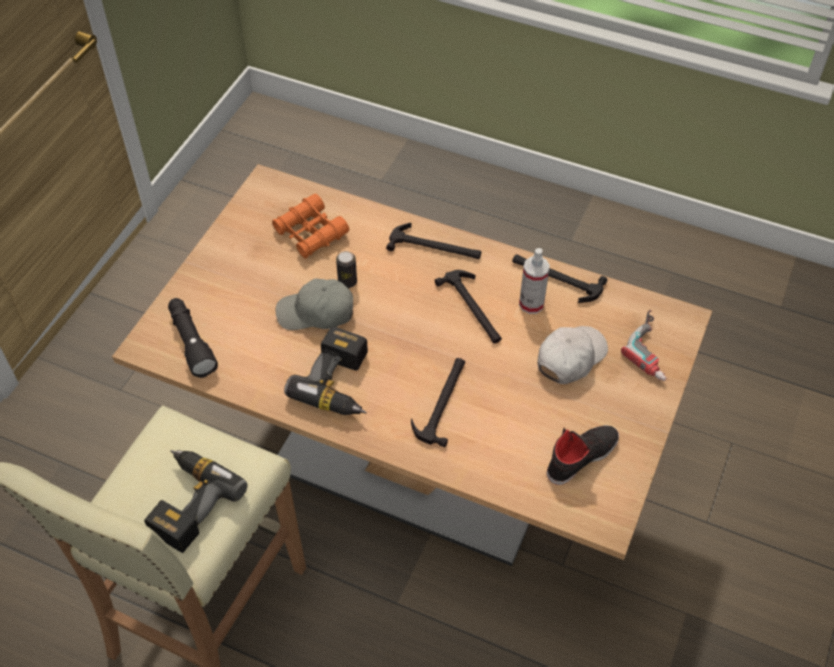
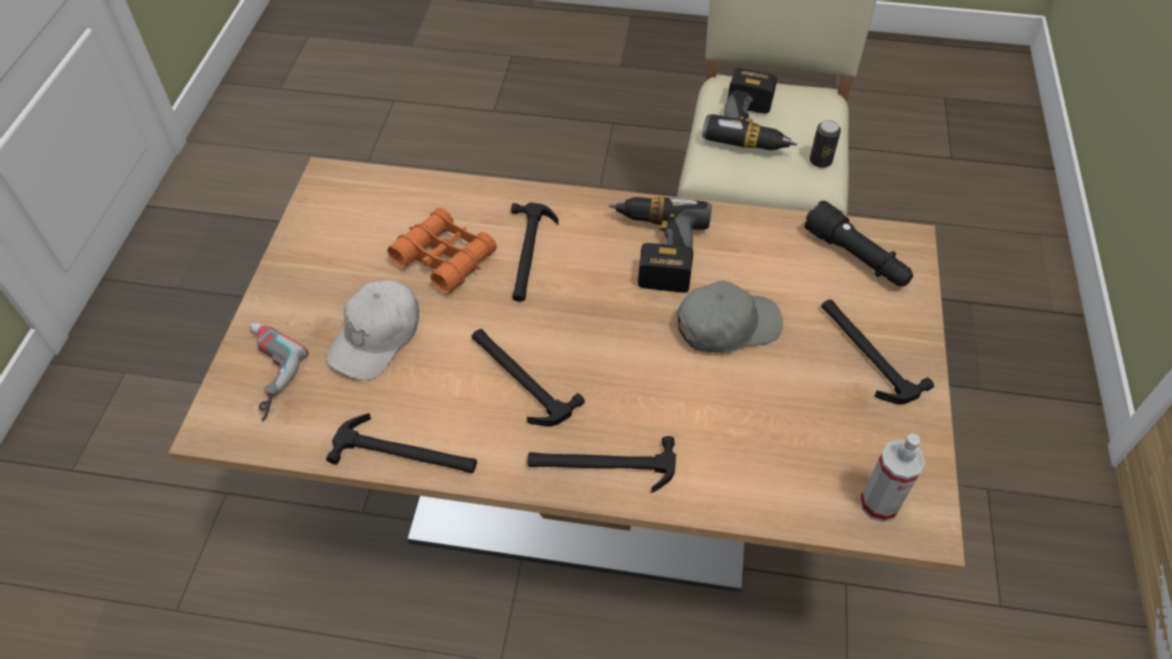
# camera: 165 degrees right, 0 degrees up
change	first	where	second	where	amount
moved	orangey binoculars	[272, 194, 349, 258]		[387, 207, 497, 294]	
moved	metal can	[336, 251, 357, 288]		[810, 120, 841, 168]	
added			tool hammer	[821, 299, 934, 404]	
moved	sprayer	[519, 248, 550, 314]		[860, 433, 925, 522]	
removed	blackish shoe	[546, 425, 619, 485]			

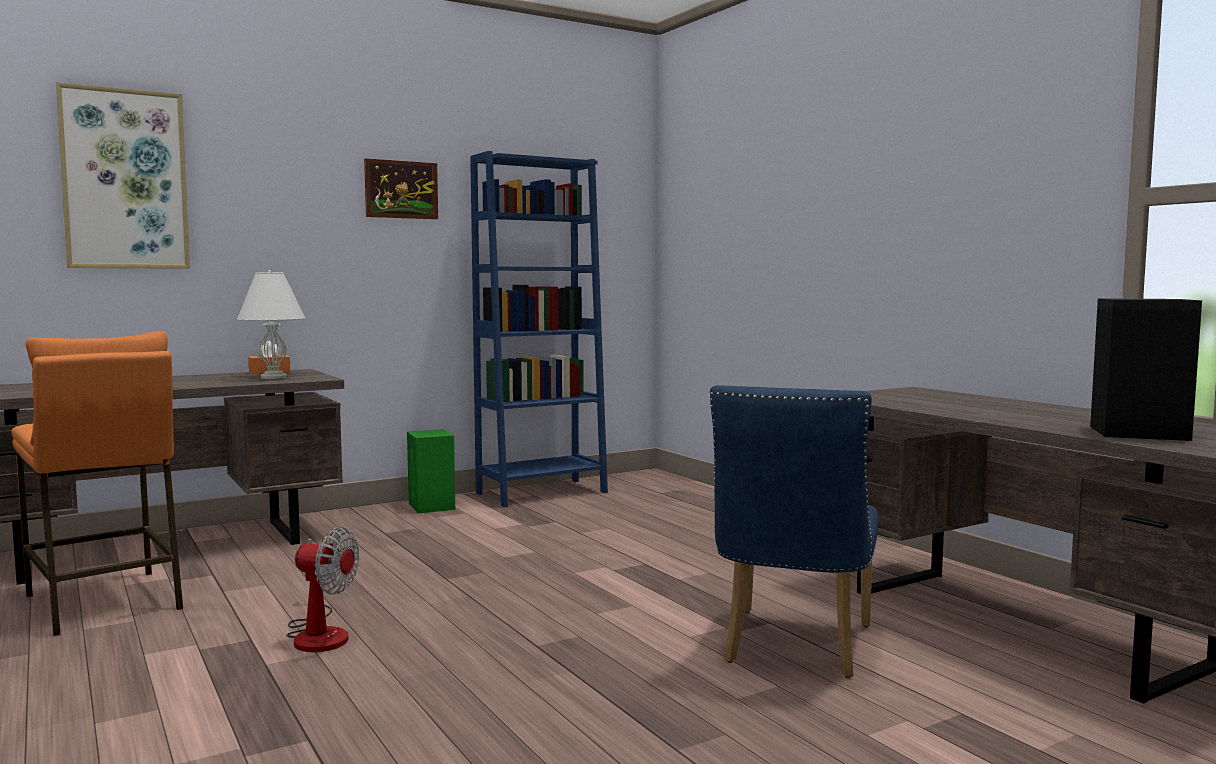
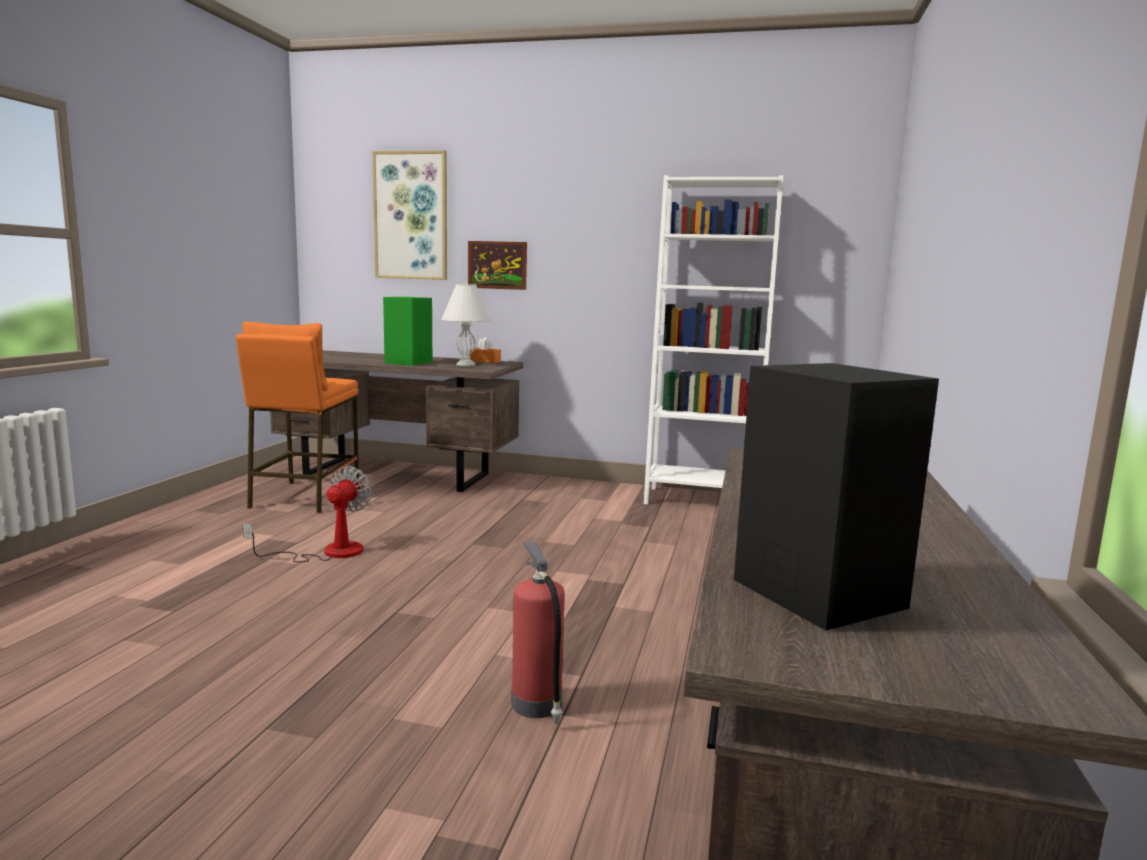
# camera: 45 degrees right, 5 degrees up
change	first	where	second	where	amount
turned	electric fan	[286, 527, 359, 652]		[242, 466, 372, 563]	135 degrees counterclockwise
moved	greenish audio speaker	[407, 429, 455, 514]		[383, 297, 432, 366]	
moved	wall picture	[364, 158, 438, 219]		[468, 241, 527, 290]	
replaced	bluish upright chair	[710, 385, 879, 678]	fire-fighting cylinder	[511, 541, 565, 725]	
recoloured	bluish shelving unit	[470, 151, 608, 507]	whitish shelving unit	[644, 175, 784, 504]	

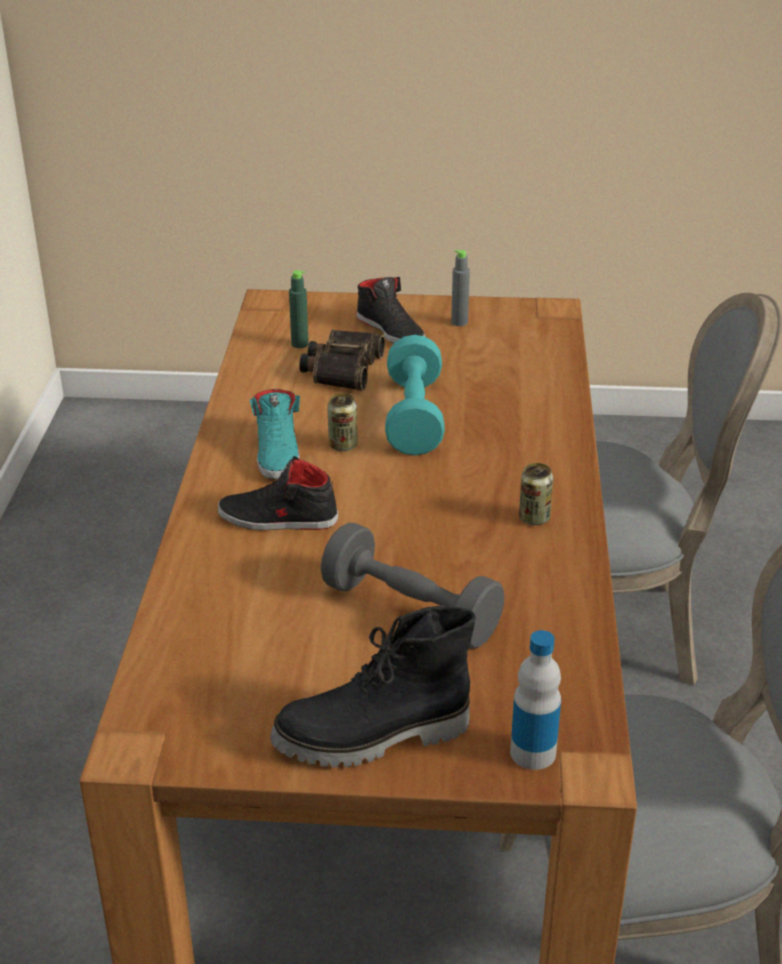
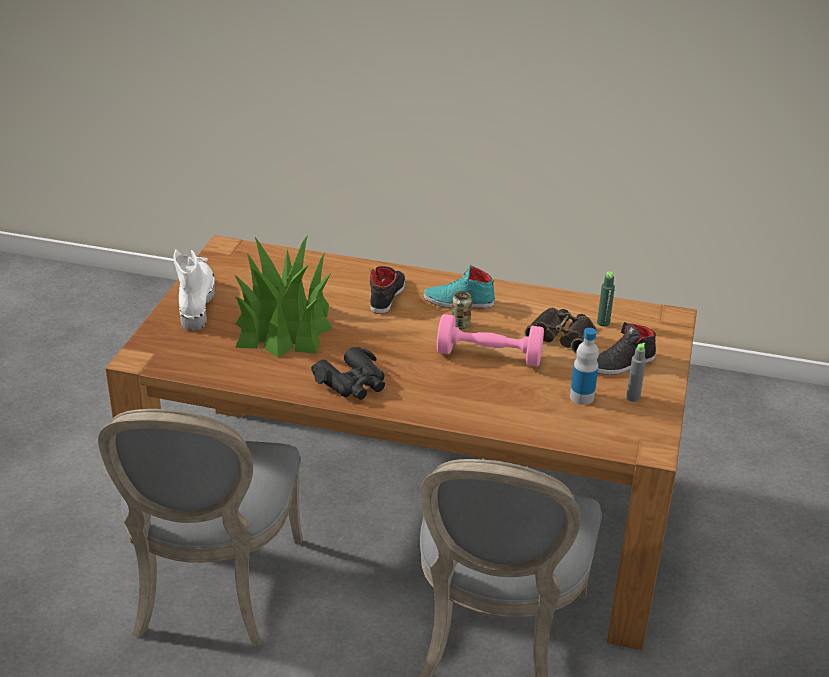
# camera: 100 degrees right, 0 degrees up
change	first	where	second	where	amount
recoloured	blackish boot	[270, 606, 476, 767]	whitish boot	[174, 249, 215, 331]	
replaced	gray dumbbell	[321, 523, 505, 649]	plant in a pot	[234, 235, 333, 358]	
replaced	metal can	[519, 463, 553, 525]	blackish binoculars	[311, 347, 385, 400]	
recoloured	blue-green dumbbell	[385, 335, 445, 455]	pink dumbbell	[437, 314, 544, 366]	
moved	bottle	[510, 630, 561, 770]		[570, 328, 599, 405]	

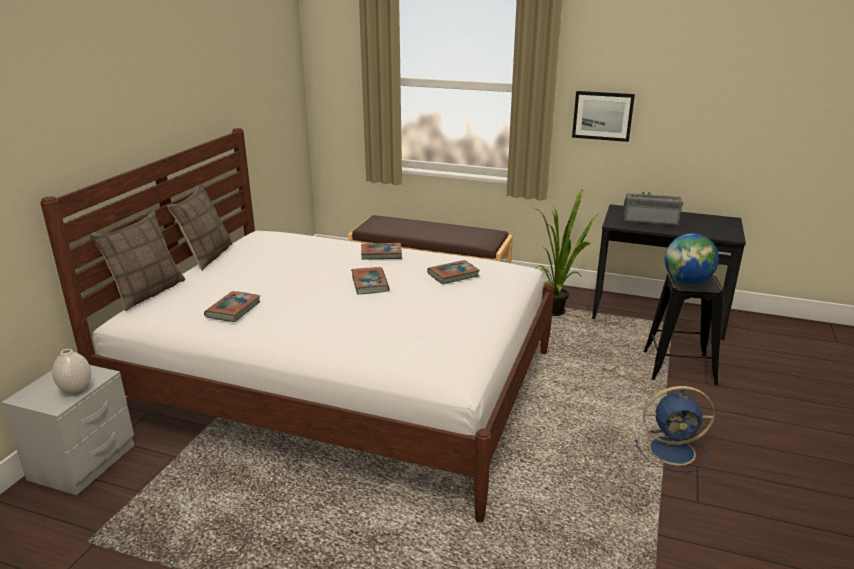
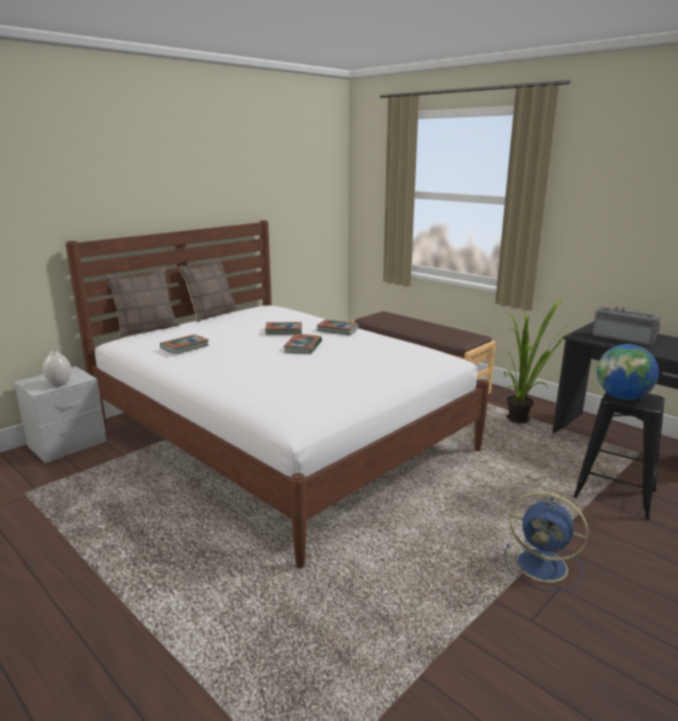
# camera: 25 degrees right, 5 degrees down
change	first	where	second	where	amount
moved	bound book	[427, 260, 480, 284]		[265, 322, 302, 335]	
removed	wall picture	[572, 91, 635, 142]			

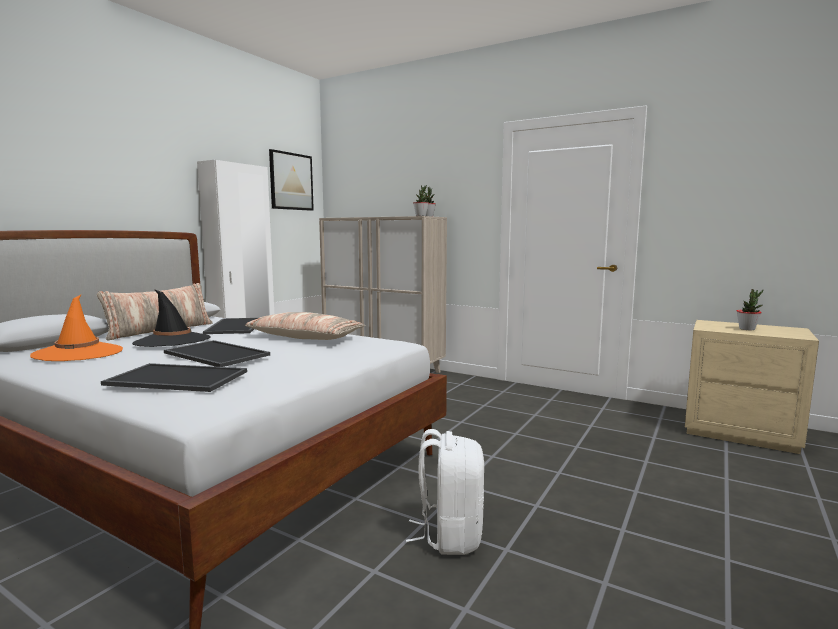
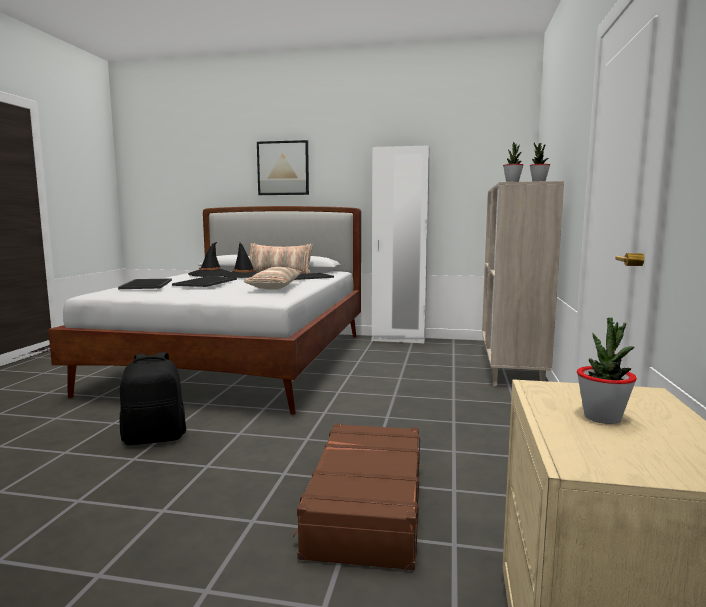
# camera: 70 degrees right, 0 degrees up
change	first	where	second	where	amount
recoloured	whitish backpack	[406, 429, 484, 555]	blackish backpack	[120, 352, 186, 445]	
recoloured	orangey clothing hat	[30, 295, 123, 361]	blackish clothing hat	[188, 242, 229, 277]	
moved	wall picture	[269, 149, 314, 211]		[257, 140, 309, 195]	
added			brown-coloured travel case	[293, 423, 420, 571]	

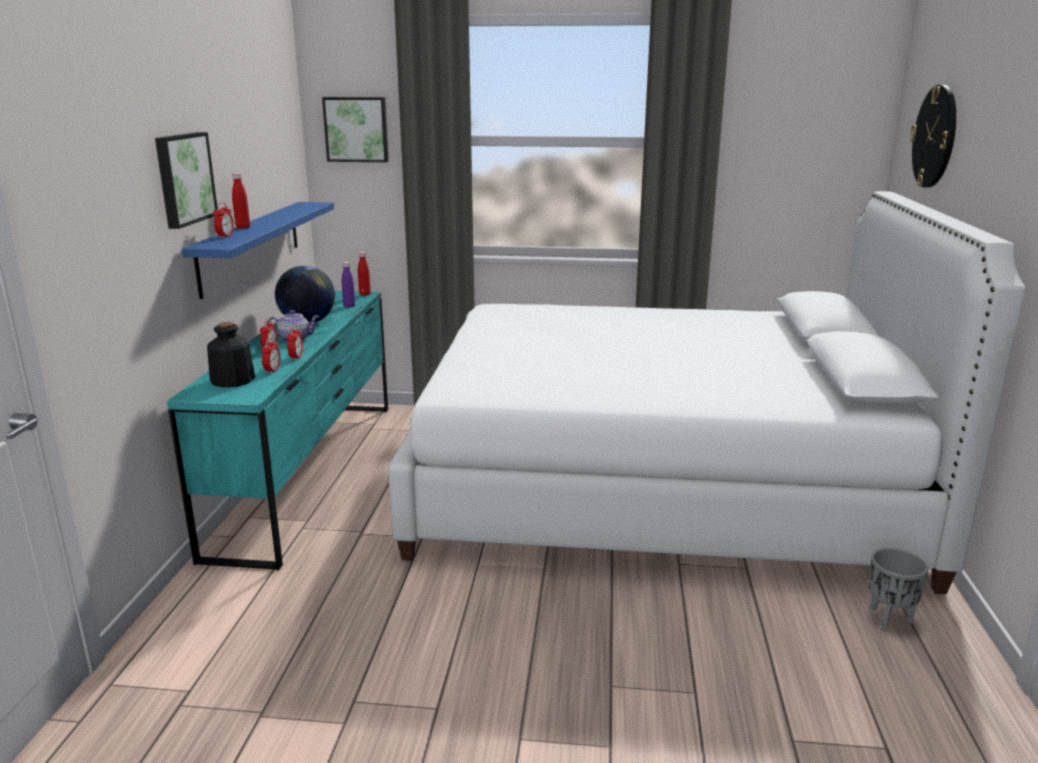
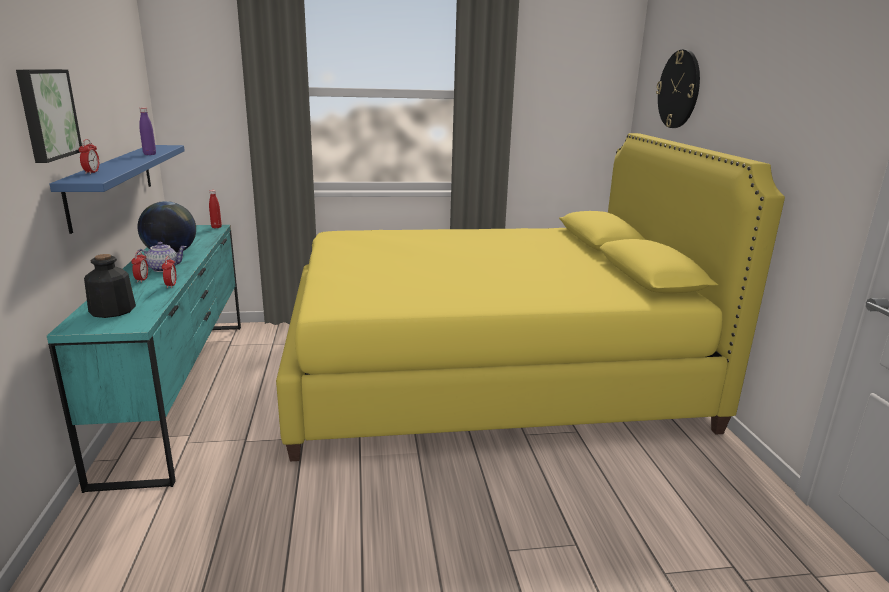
# camera: 15 degrees left, 0 degrees up
change	first	where	second	where	amount
moved	purple-coloured bottle	[342, 262, 355, 308]		[139, 108, 156, 155]	
recoloured	whitish bedroom bed	[388, 191, 1026, 594]	yellow-coloured bedroom bed	[276, 133, 785, 462]	
removed	red-coloured bottle	[232, 173, 250, 229]			
removed	bedside clock	[261, 338, 281, 374]			
removed	wall picture	[322, 97, 389, 162]			
removed	gray planter	[868, 548, 928, 632]			

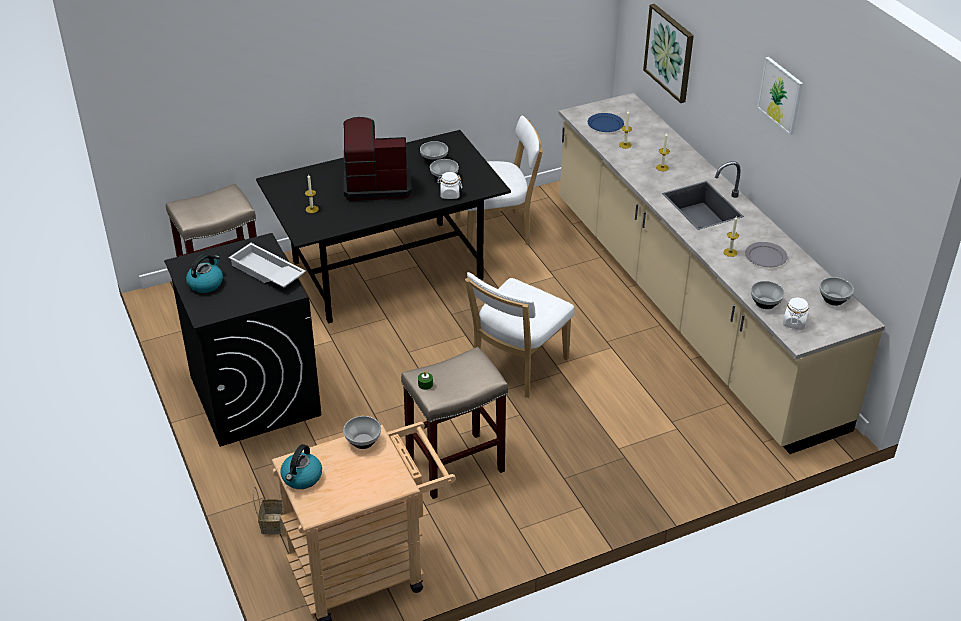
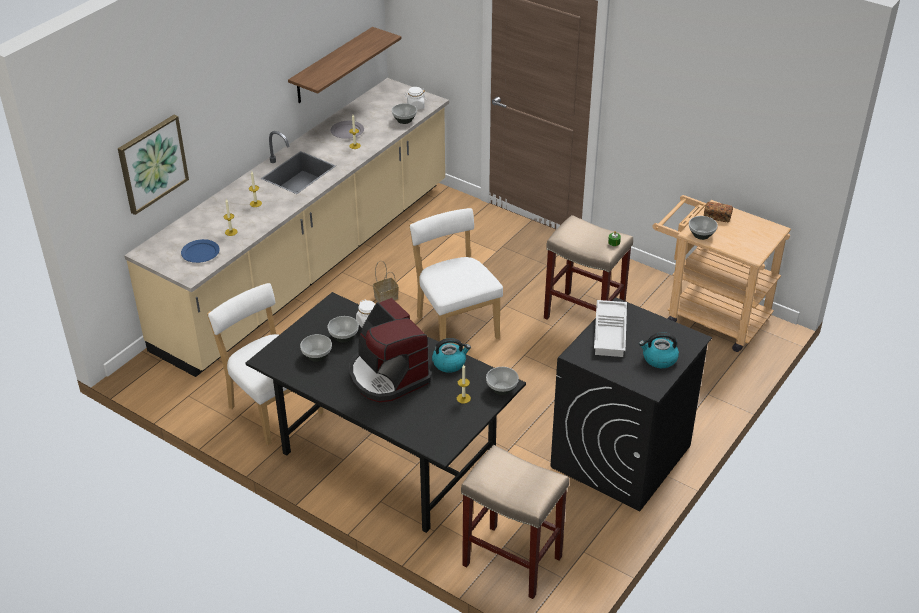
# camera: 120 degrees left, 0 degrees up
change	first	where	second	where	amount
added			wall shelf	[288, 27, 401, 103]	
moved	household basket	[253, 487, 284, 534]		[373, 261, 399, 303]	
turned	whitish upright chair	[465, 272, 574, 398]		[409, 208, 503, 341]	120 degrees counterclockwise
moved	kettle	[280, 444, 322, 489]		[432, 338, 471, 373]	
moved	deep dish	[819, 277, 854, 306]		[486, 367, 519, 395]	
added			baked bread	[704, 202, 733, 222]	
removed	wall picture	[757, 57, 803, 135]			

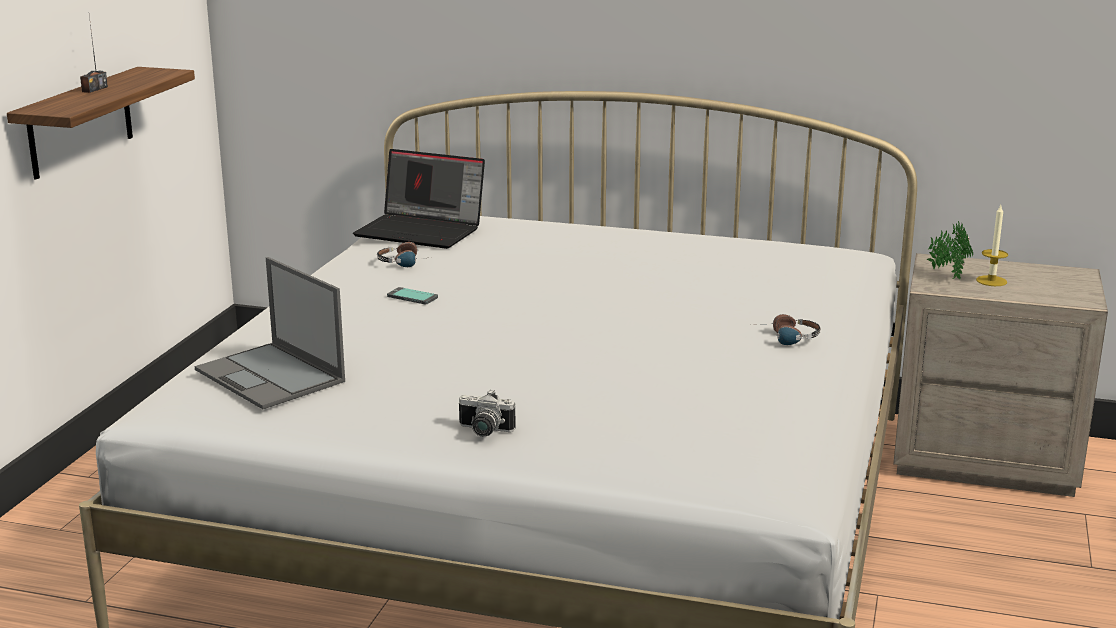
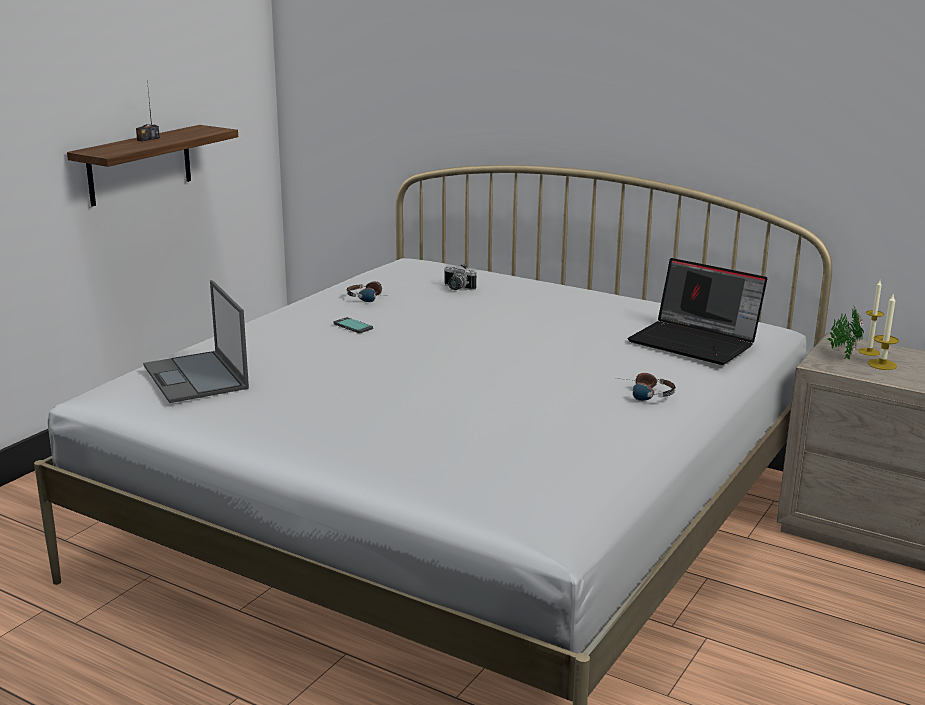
# camera: 15 degrees right, 0 degrees up
change	first	where	second	where	amount
moved	photo camera	[459, 389, 516, 437]		[444, 264, 476, 290]	
moved	laptop	[353, 149, 485, 249]		[628, 258, 767, 365]	
added			wax candle	[859, 281, 884, 356]	

